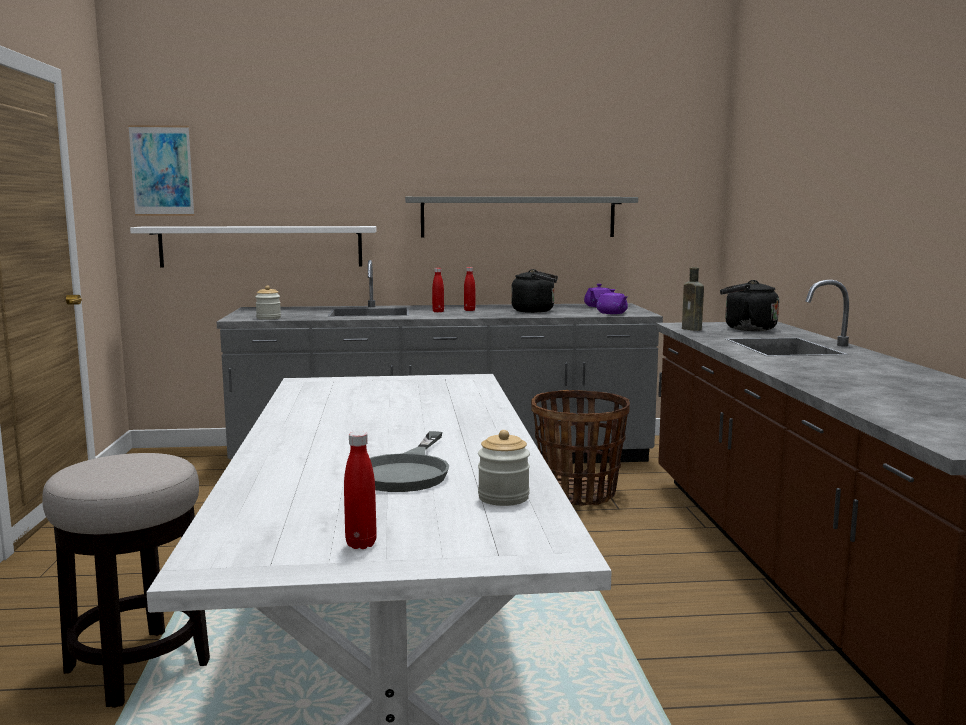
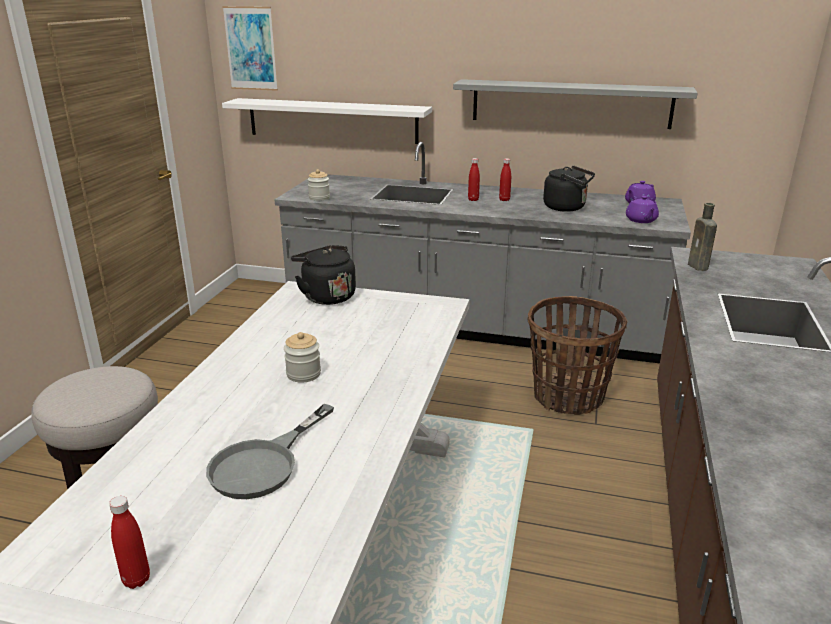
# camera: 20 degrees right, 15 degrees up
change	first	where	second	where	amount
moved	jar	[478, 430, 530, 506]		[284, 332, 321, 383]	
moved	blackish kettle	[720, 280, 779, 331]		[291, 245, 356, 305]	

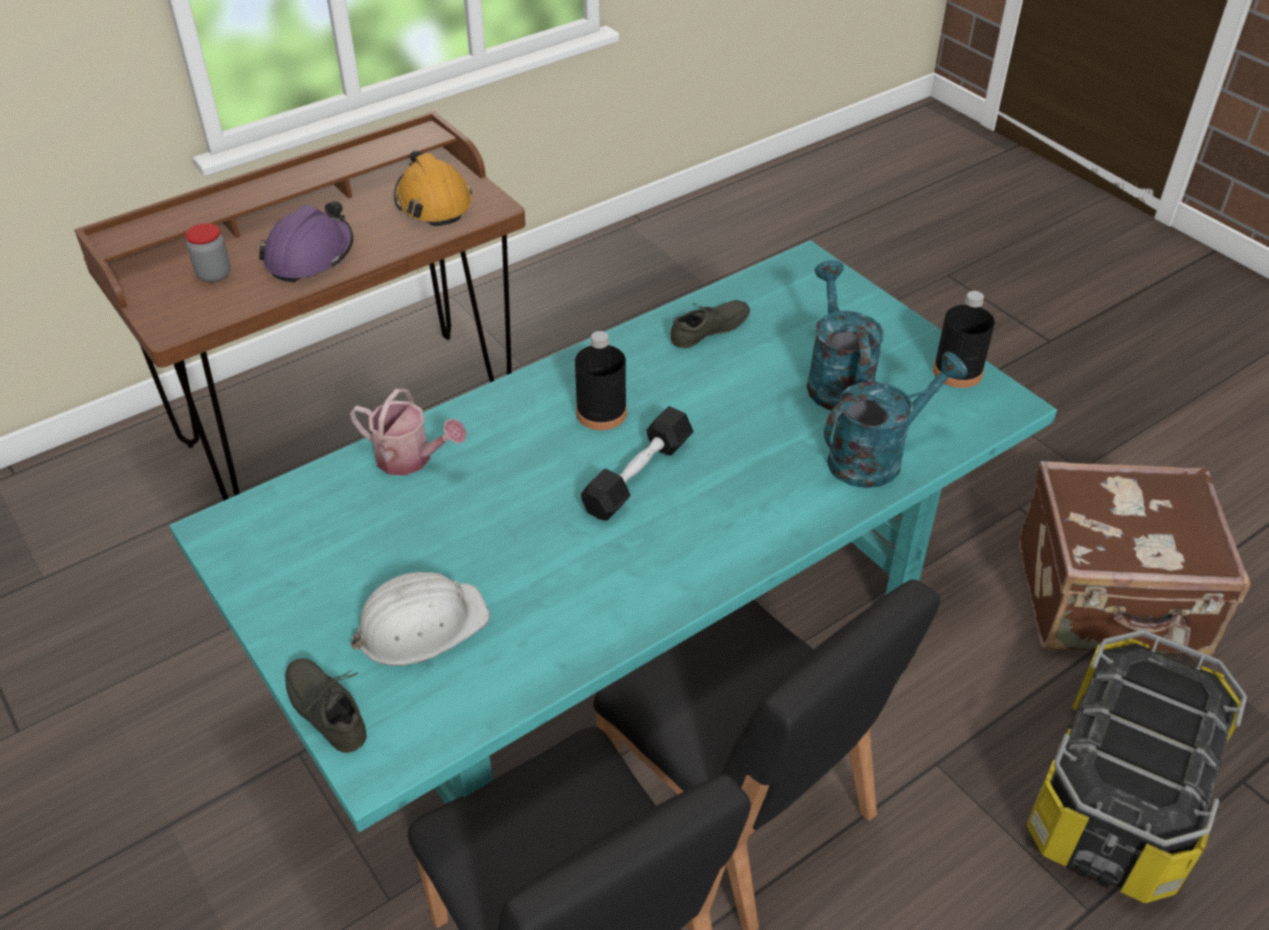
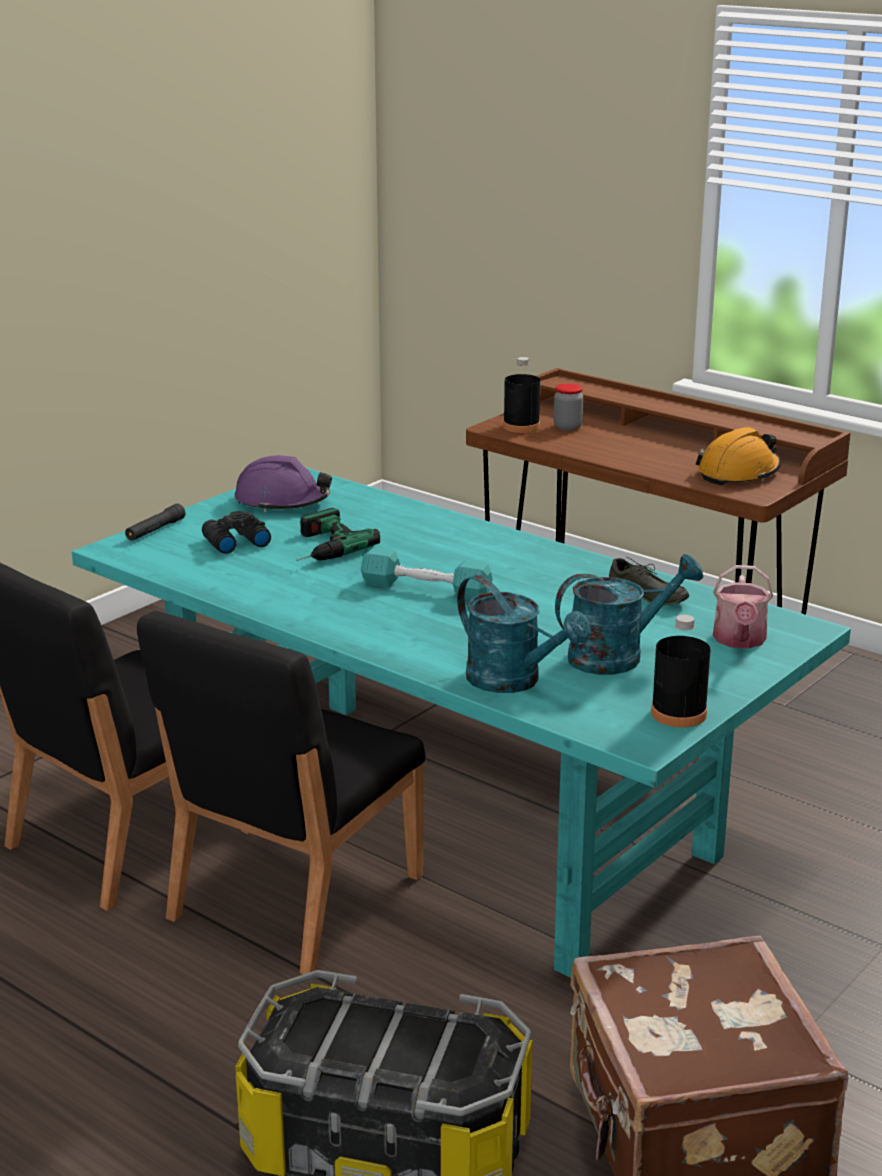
# camera: 75 degrees right, 20 degrees down
change	first	where	second	where	amount
replaced	gray shoe	[285, 658, 367, 753]	blackish torch	[125, 503, 185, 541]	
replaced	whitish hard hat	[349, 572, 490, 666]	blackish binoculars	[202, 511, 271, 554]	
moved	purple-coloured hard hat	[259, 201, 353, 282]		[235, 455, 332, 512]	
added			power drill	[296, 508, 380, 561]	
recoloured	blackish dumbbell	[581, 406, 693, 521]	blue-green dumbbell	[361, 547, 493, 600]	
moved	blackish bottle	[575, 331, 627, 430]		[503, 357, 540, 433]	
moved	watering pot	[349, 389, 467, 476]		[713, 565, 773, 649]	

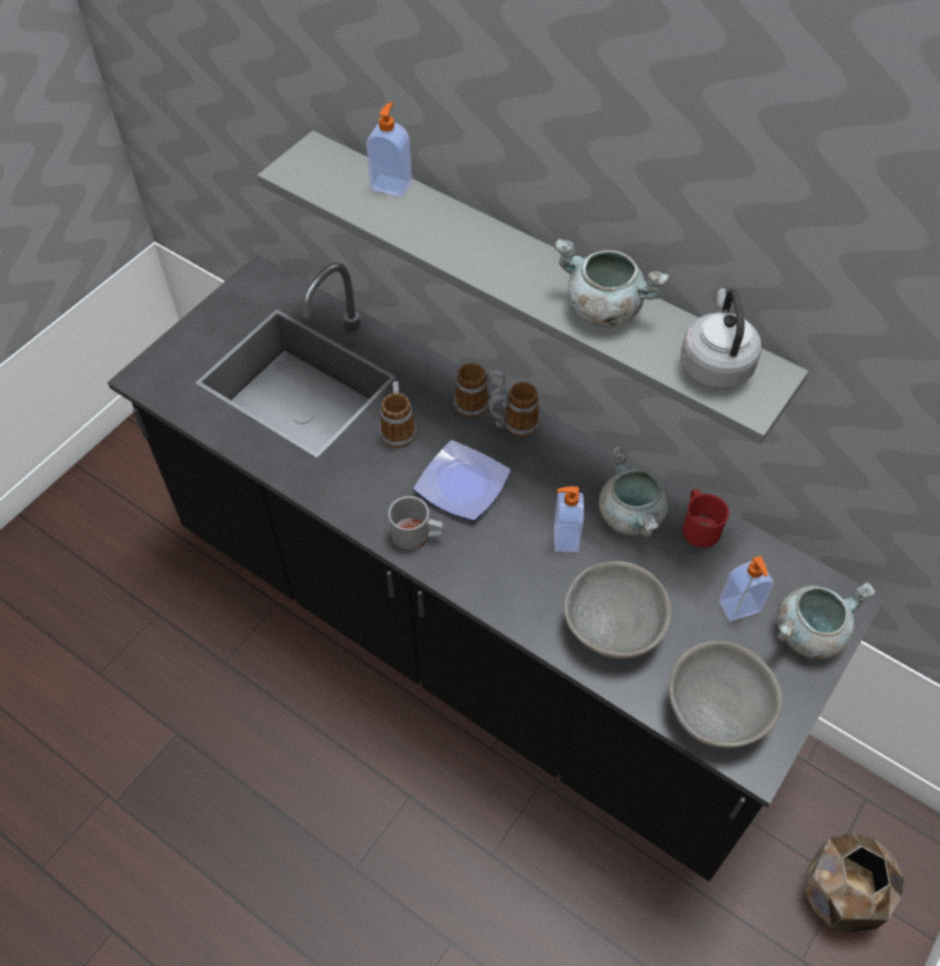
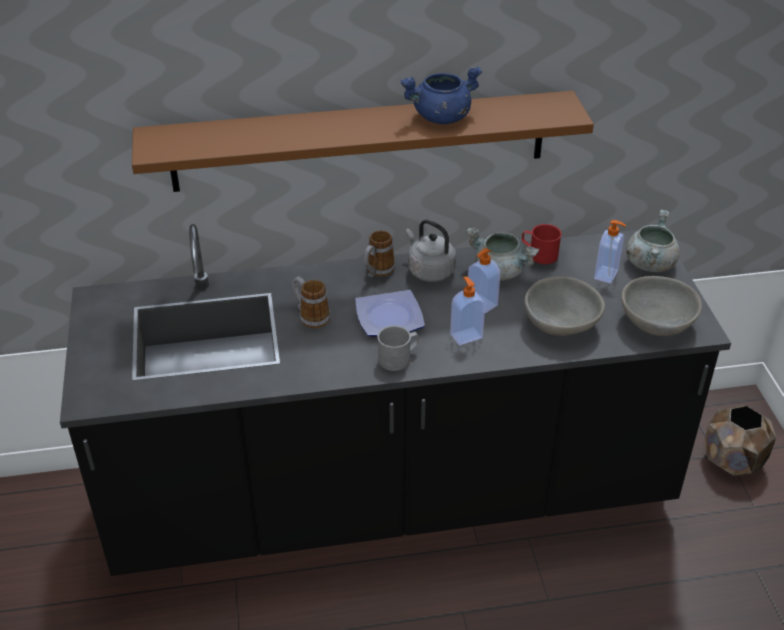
# camera: 45 degrees left, 15 degrees down
change	first	where	second	where	amount
recoloured	gray wall shelf	[257, 131, 809, 444]	brown-coloured wall shelf	[132, 91, 594, 192]	
recoloured	gray saucepot	[554, 239, 669, 327]	bluish saucepot	[400, 67, 482, 124]	
moved	gray kettle	[681, 288, 761, 389]		[406, 220, 456, 282]	
moved	soap bottle	[366, 102, 412, 197]		[450, 276, 485, 345]	
removed	coffee mug	[454, 363, 506, 417]			

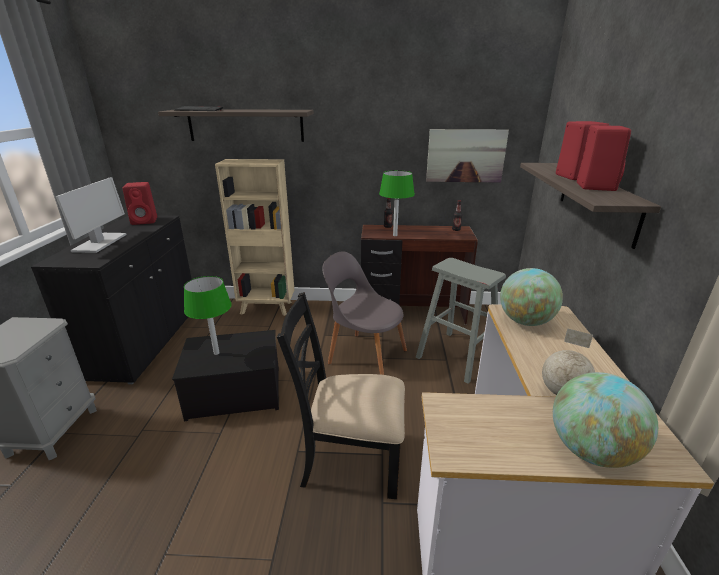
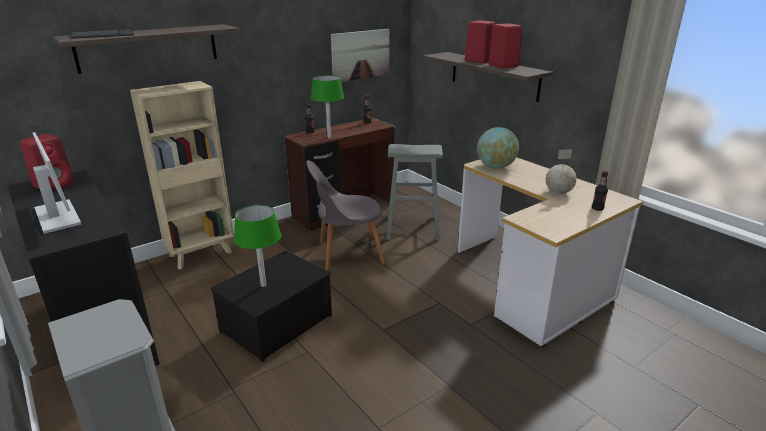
# camera: 40 degrees left, 0 degrees up
change	first	where	second	where	amount
replaced	world globe	[553, 372, 658, 468]	bottle	[592, 171, 608, 211]	
removed	blackish upright chair	[277, 292, 405, 499]			

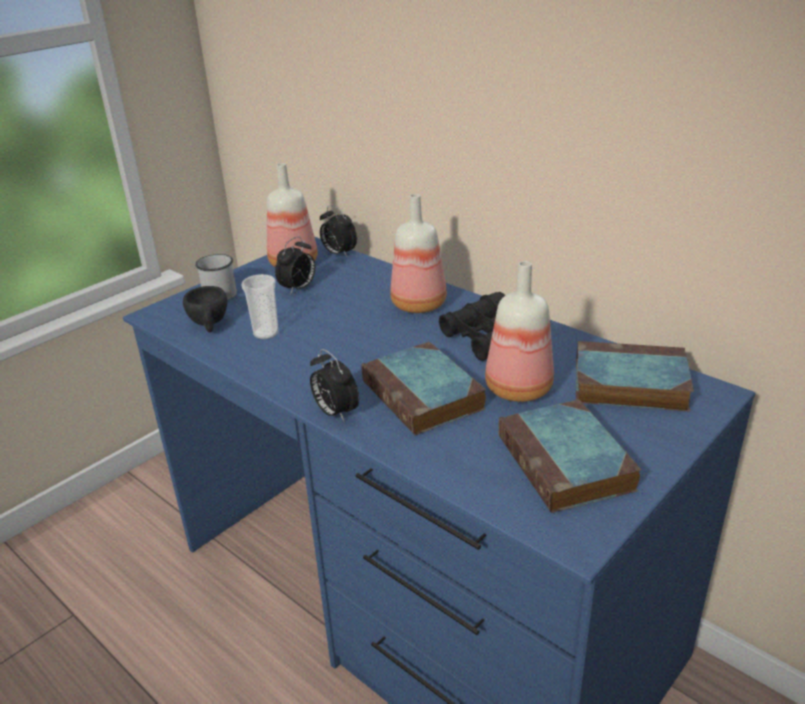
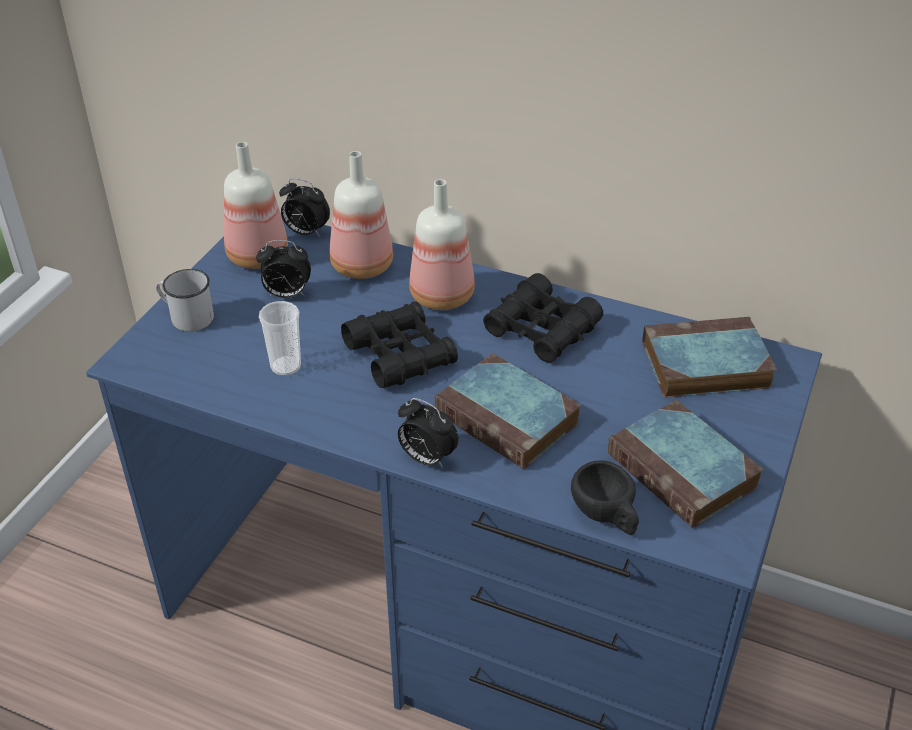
# camera: 20 degrees left, 10 degrees up
change	first	where	second	where	amount
turned	bedside clock	[275, 236, 315, 294]		[256, 240, 311, 298]	75 degrees clockwise
moved	bottle	[485, 261, 554, 402]		[330, 151, 393, 279]	
added			blackish binoculars	[341, 301, 458, 388]	
moved	blackish drinking cup	[183, 286, 227, 332]		[571, 460, 639, 535]	

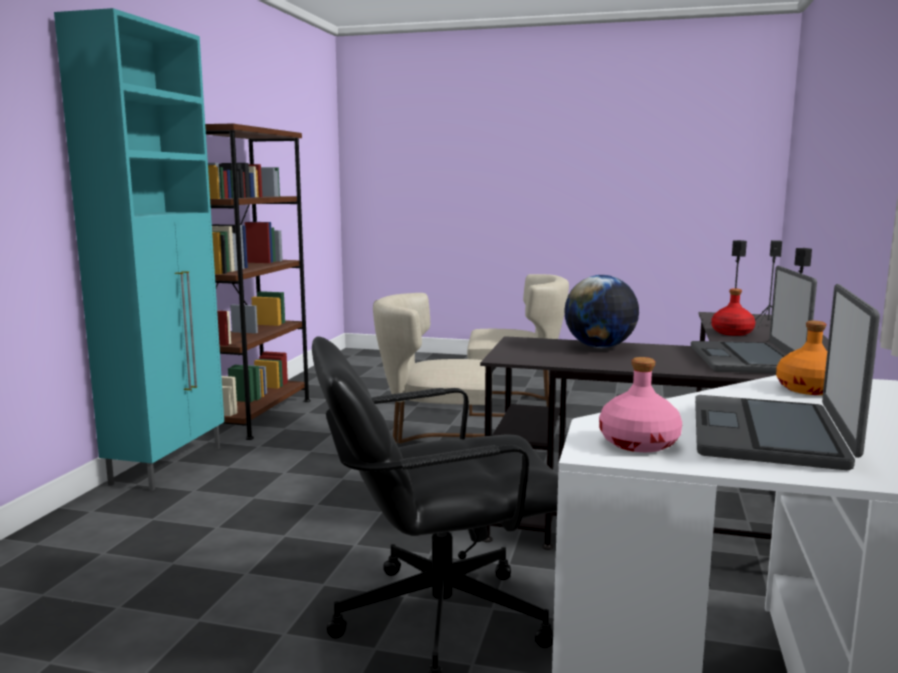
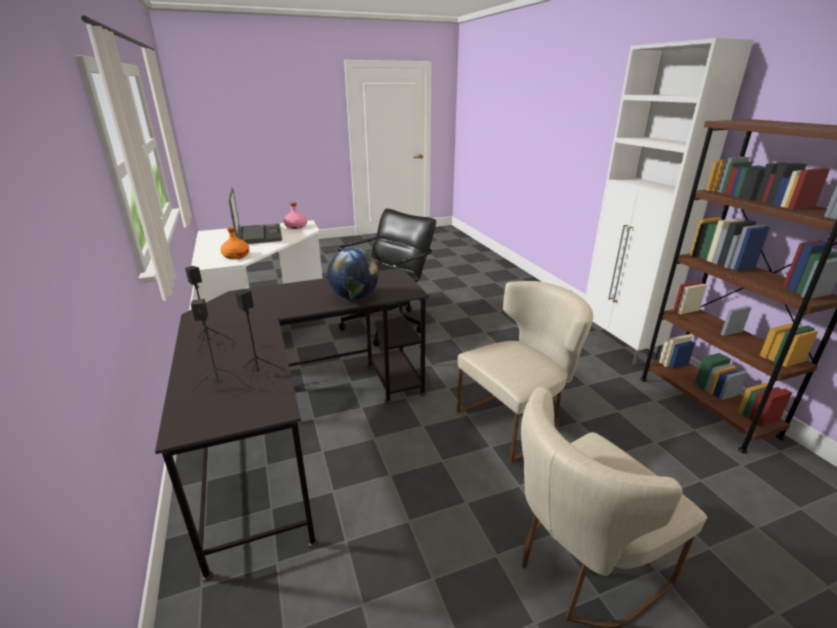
# camera: 145 degrees right, 15 degrees up
change	first	where	second	where	amount
recoloured	blue-green cabinet	[54, 8, 224, 490]	whitish cabinet	[585, 38, 754, 365]	
removed	laptop	[691, 266, 817, 373]			
removed	red-coloured bottle	[711, 288, 755, 336]			

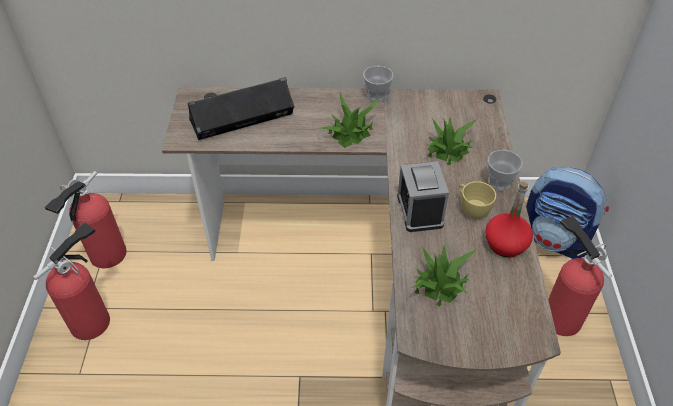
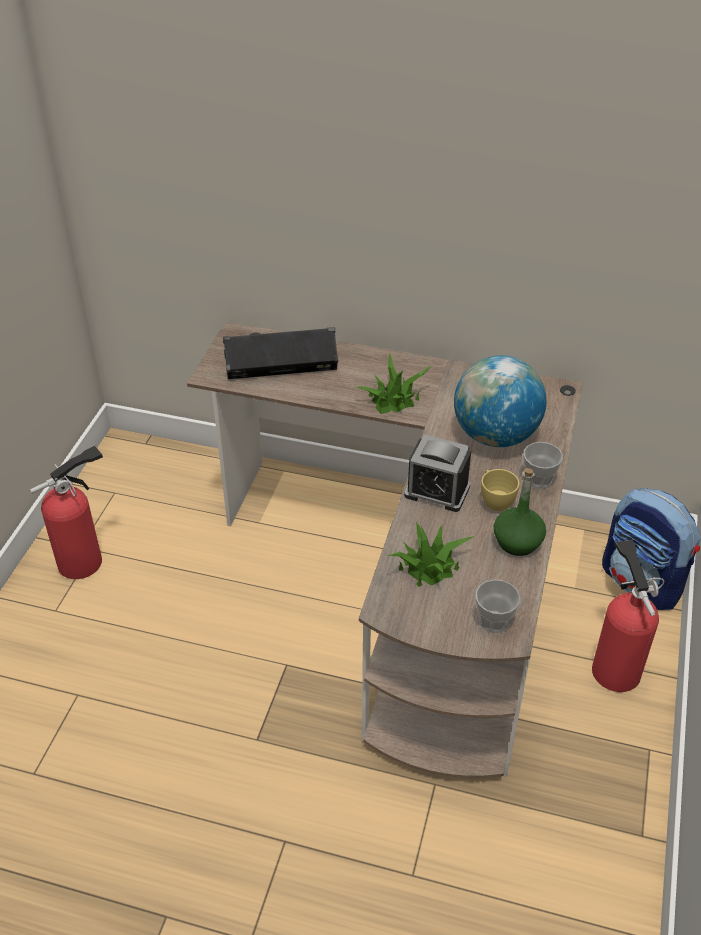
# camera: 15 degrees right, 5 degrees down
change	first	where	second	where	amount
turned	bedside clock	[397, 161, 449, 232]		[404, 434, 471, 512]	75 degrees counterclockwise
replaced	plant in a pot	[428, 118, 477, 166]	world globe	[454, 356, 547, 447]	
moved	drinking cup	[363, 66, 394, 102]		[476, 580, 520, 633]	
recoloured	red-coloured bottle	[485, 182, 533, 257]	greenish bottle	[494, 468, 546, 556]	
removed	fire-fighting cylinder	[45, 171, 127, 268]			

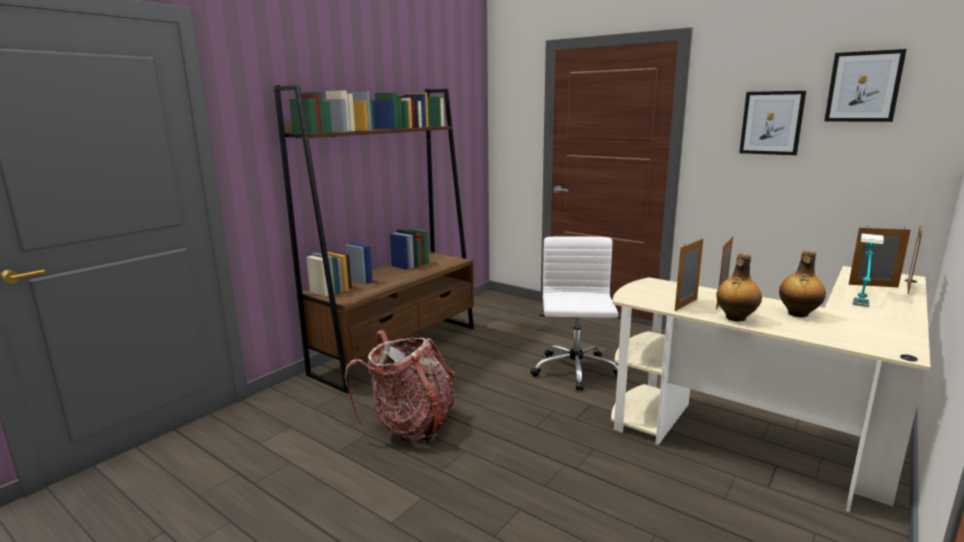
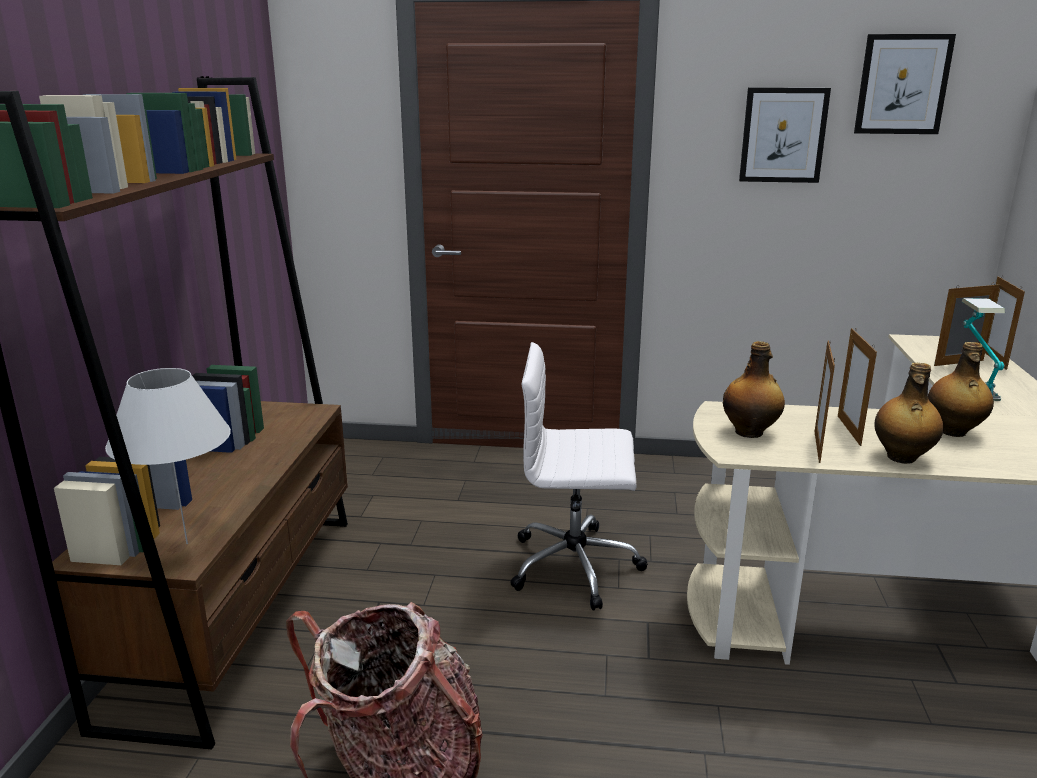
# camera: 30 degrees left, 5 degrees up
change	first	where	second	where	amount
added			whitish table lamp	[105, 368, 231, 544]	
turned	whitish office chair	[530, 236, 618, 391]		[510, 342, 648, 611]	60 degrees counterclockwise
added			bottle	[723, 341, 785, 438]	

